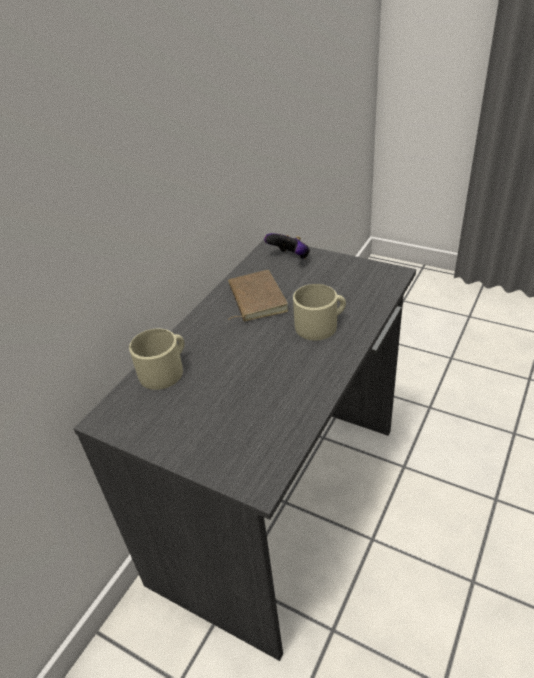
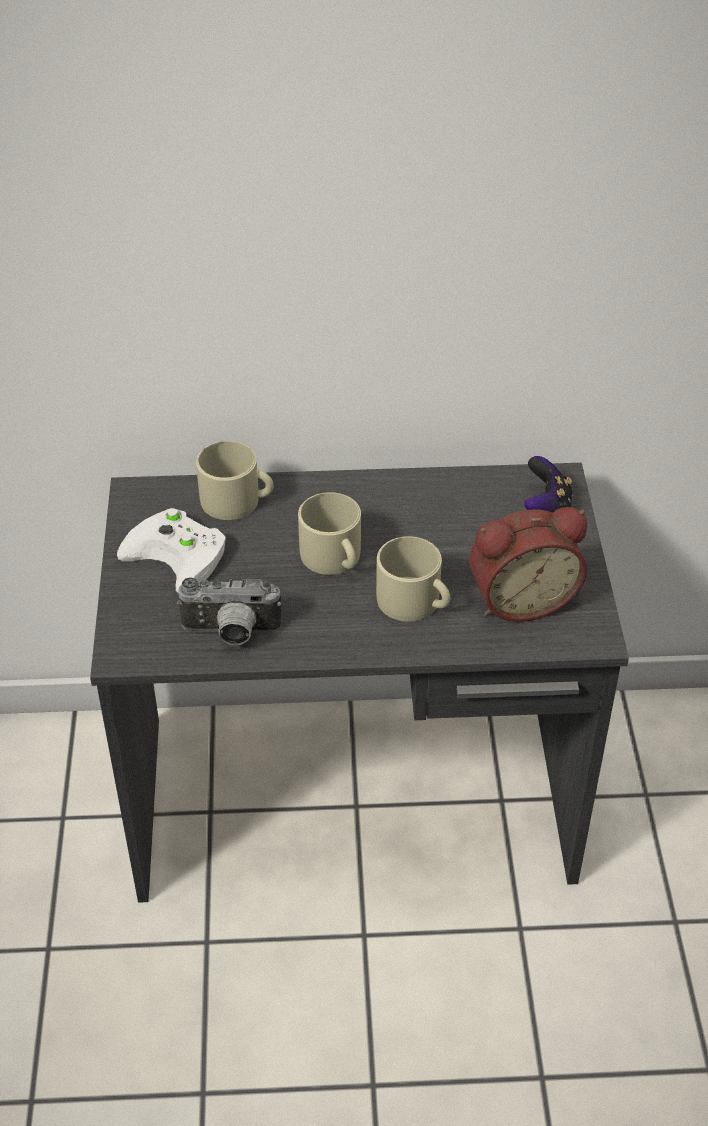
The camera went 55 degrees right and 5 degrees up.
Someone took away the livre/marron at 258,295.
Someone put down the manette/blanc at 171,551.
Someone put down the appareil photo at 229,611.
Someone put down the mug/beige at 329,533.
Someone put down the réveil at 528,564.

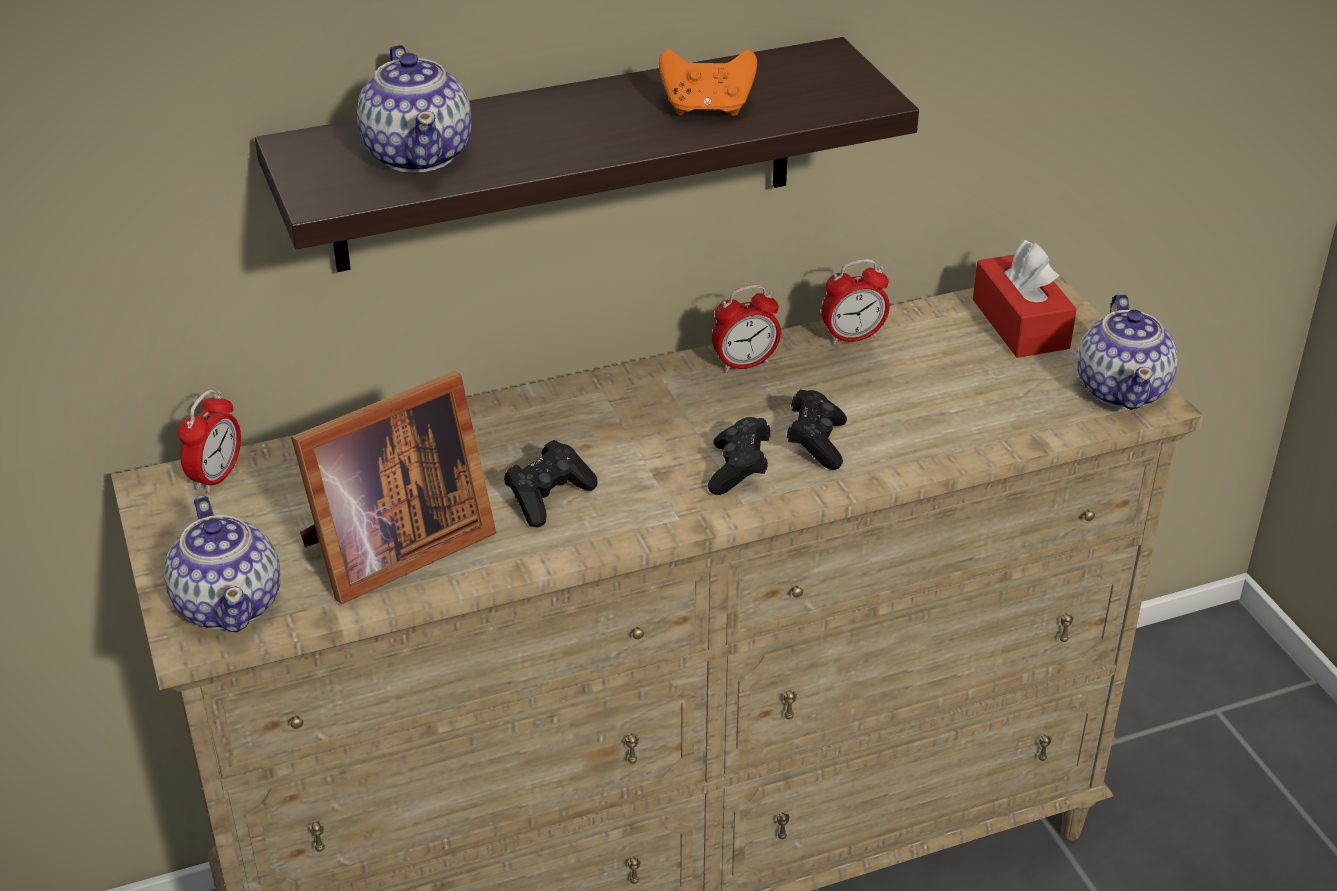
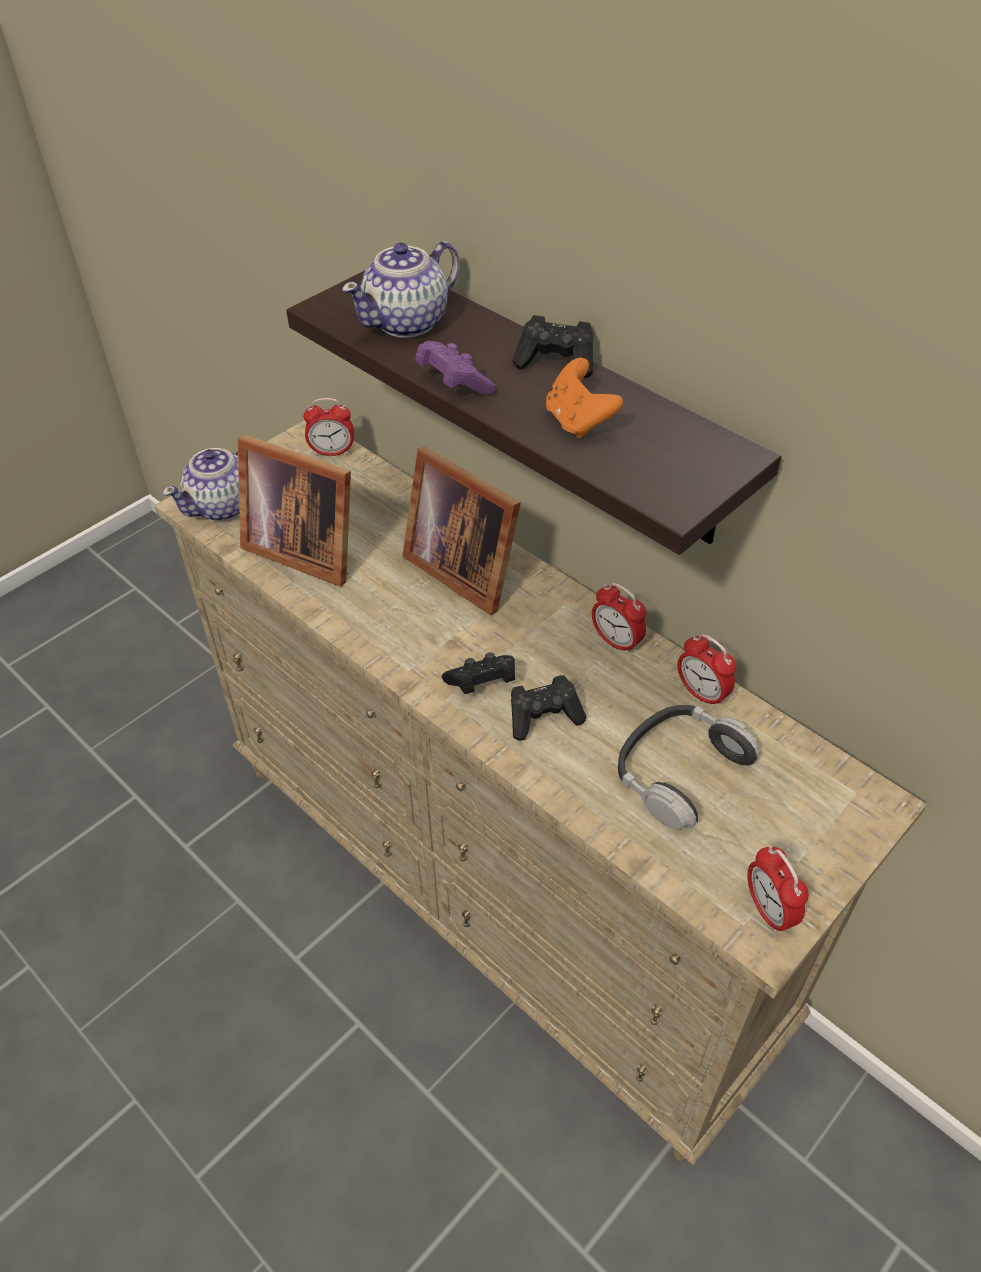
The camera went 65 degrees right and 10 degrees up.
Someone took away the boîte à mouchoirs/rouge at 1025,299.
Someone put down the cadre photo at 461,530.
Someone put down the manette/violet at 455,368.
Someone put down the casque audio at 688,767.
Someone carried the manette/noir from 551,483 to 552,346.
Someone swapped the théière at 1127,352 for the réveil at 778,889.

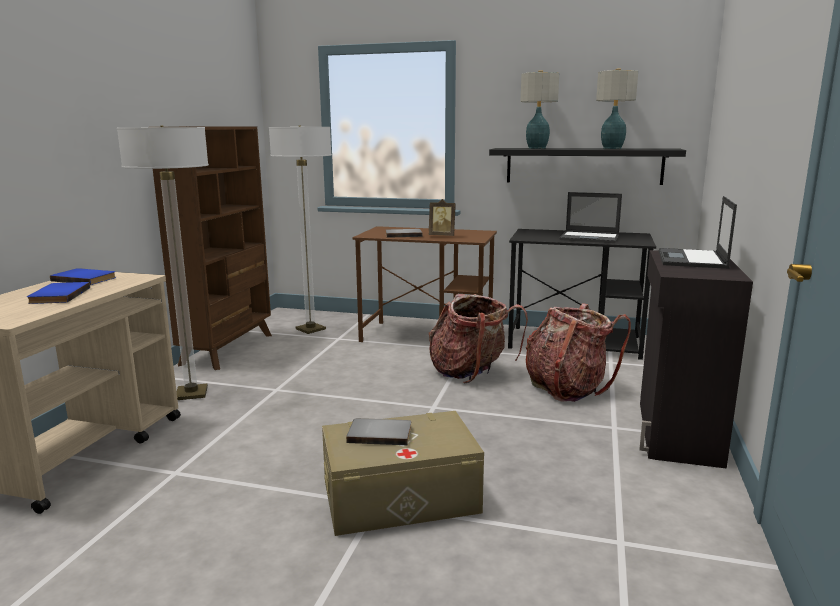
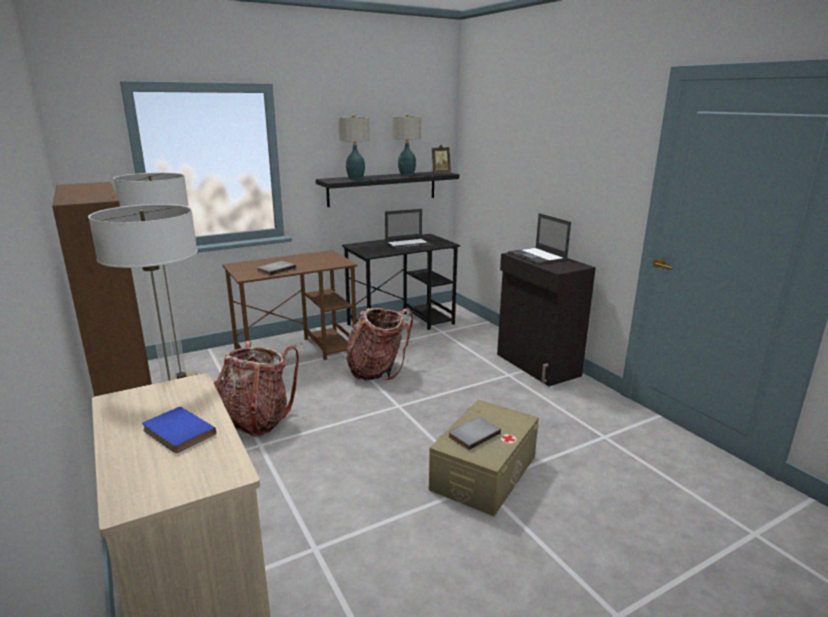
The camera went 45 degrees left and 5 degrees up.
Someone took away the livre/bleu at 83,276.
Someone carried the cadre photo from 442,217 to 441,159.
Someone carried the sac à dos from 578,352 to 256,389.

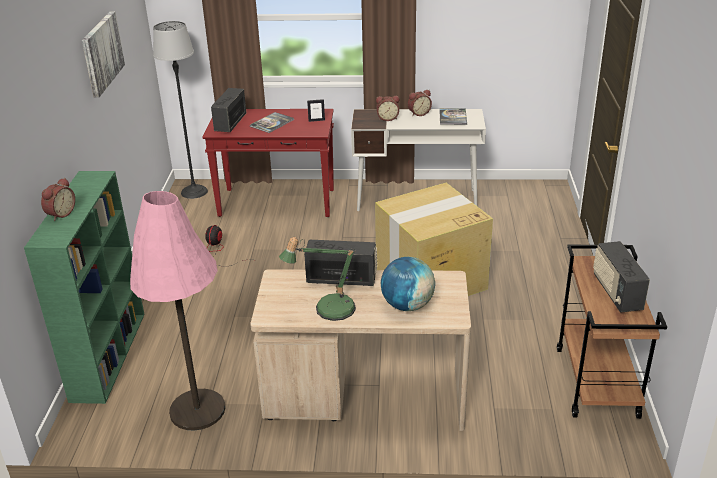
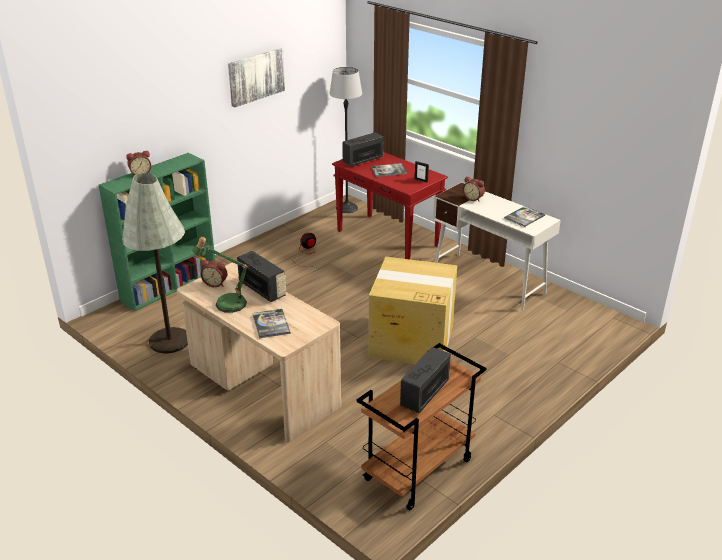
The camera went 40 degrees right and 0 degrees up.
Someone carried the réveil from 420,103 to 214,273.
Someone swapped the globe at 408,284 for the livre at 271,323.
Someone repainted the lampadaire/rose at 177,311, which became the lampadaire/gris at 155,263.

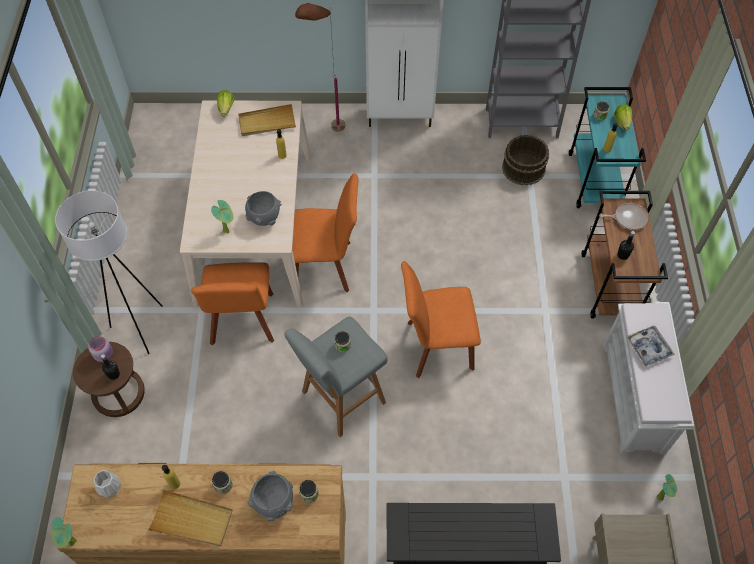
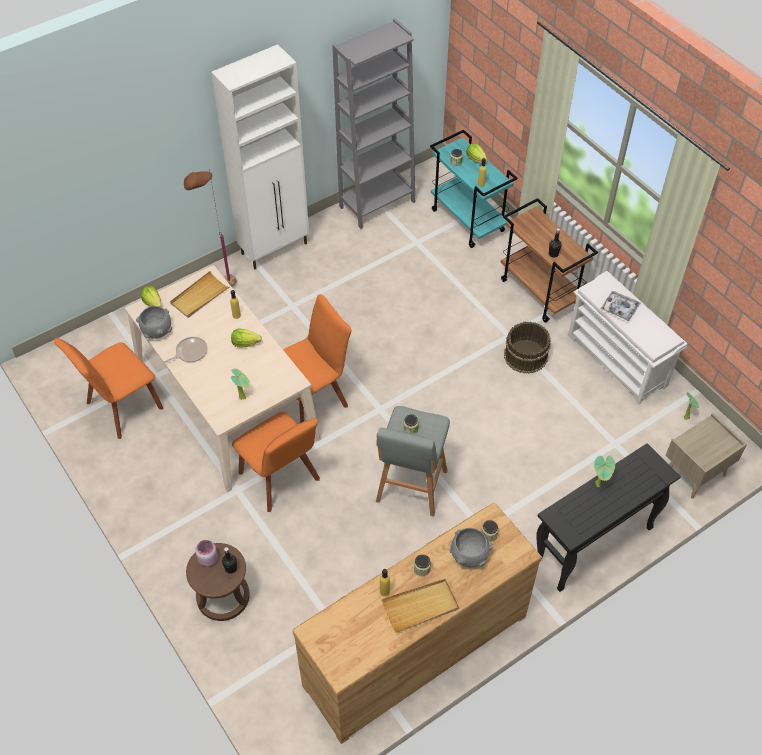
The camera went 35 degrees left and 5 degrees down.
Someone took away the lampadaire/blanc at 109,272.
Someone took away the vase/blanc at 107,484.
Someone put down the laitue at 246,338.
Someone carried the plante en pot from 64,532 to 604,471.
Someone carried the bol/gris from 263,208 to 154,322.
Someone carried the chaise/orange from 441,319 to 108,388.
Someone carried the seau/marron from 525,160 to 527,347.
Someone carried the poêle from 623,216 to 185,350.

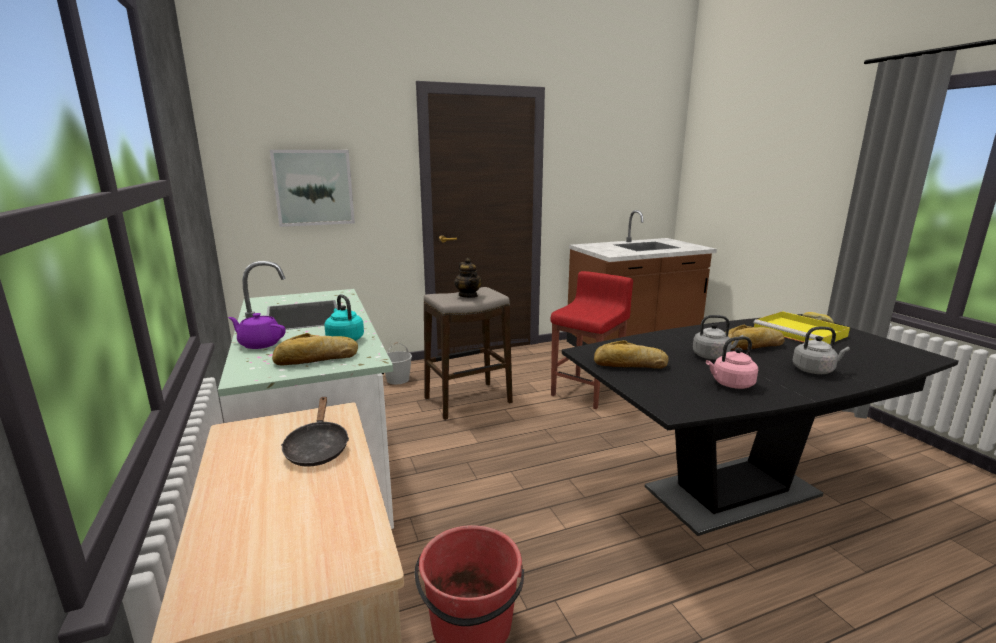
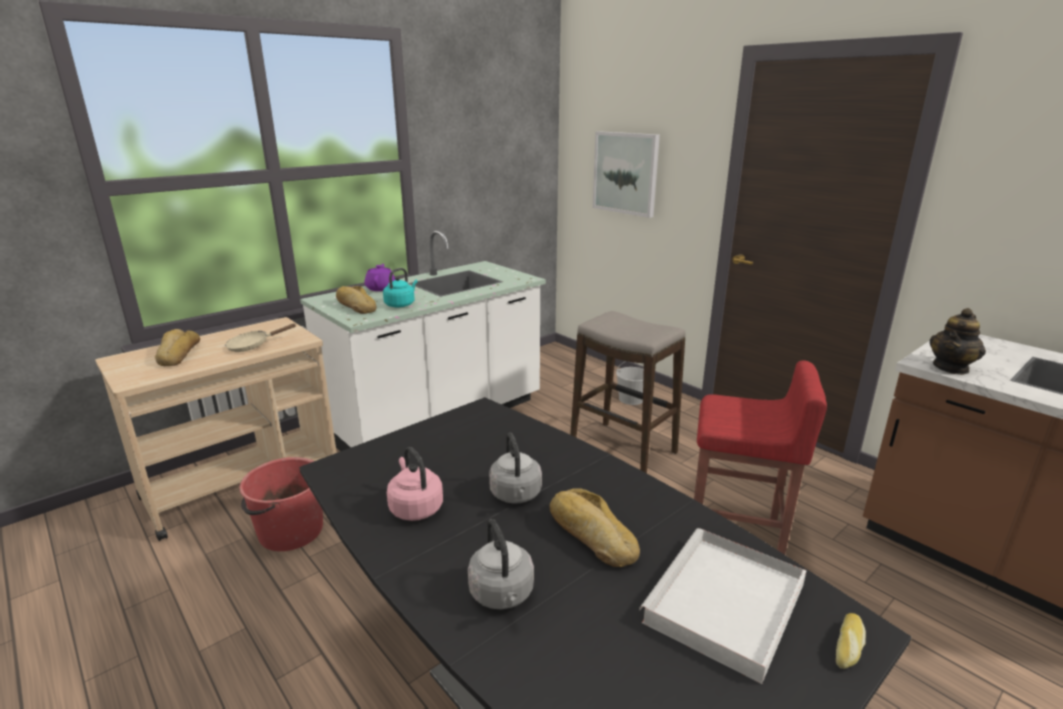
The camera went 70 degrees right and 5 degrees up.
Someone carried the théière from 468,278 to 958,341.
Someone carried the pain from 631,354 to 177,347.
Someone repainted the poêle/noir at 315,431, which became the poêle/beige at 260,337.
Someone repainted the plateau/jaune at 802,327, which became the plateau/blanc at 722,606.

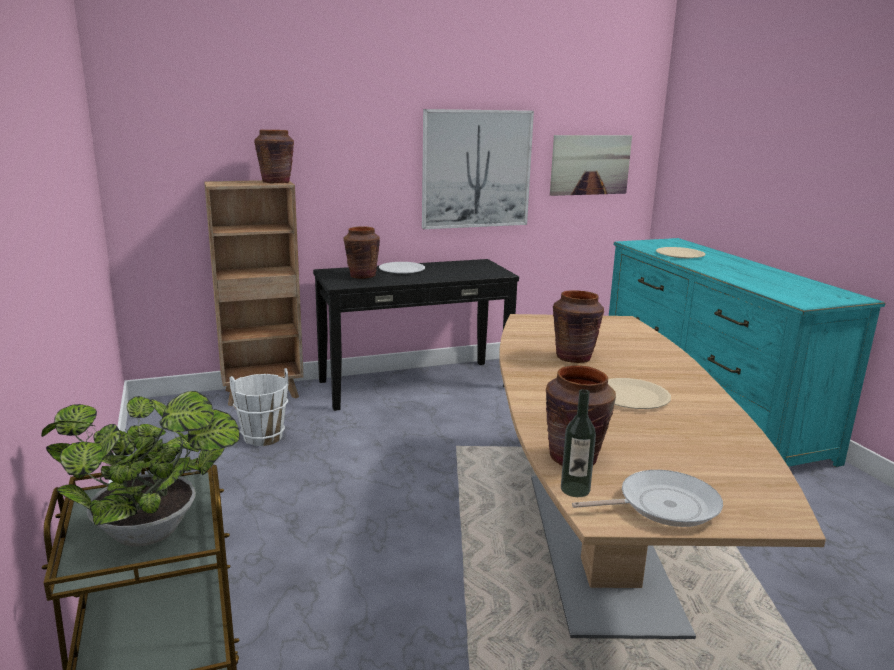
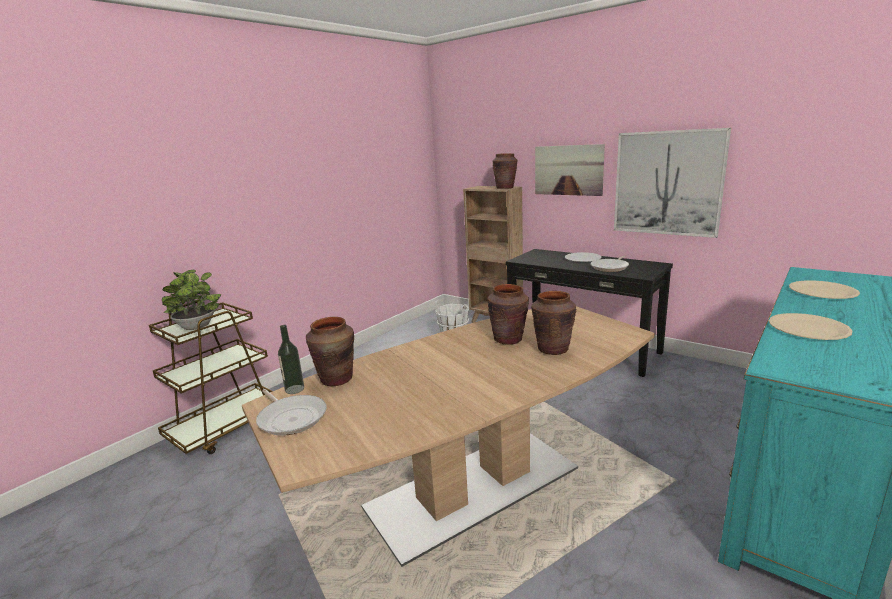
The camera went 60 degrees right and 0 degrees up.
Someone put down the poêle at 610,264.
Someone carried the vase/marron from 362,252 to 553,323.
Someone carried the tableau from 591,165 to 570,170.
Someone carried the assiette/beige from 639,393 to 811,326.

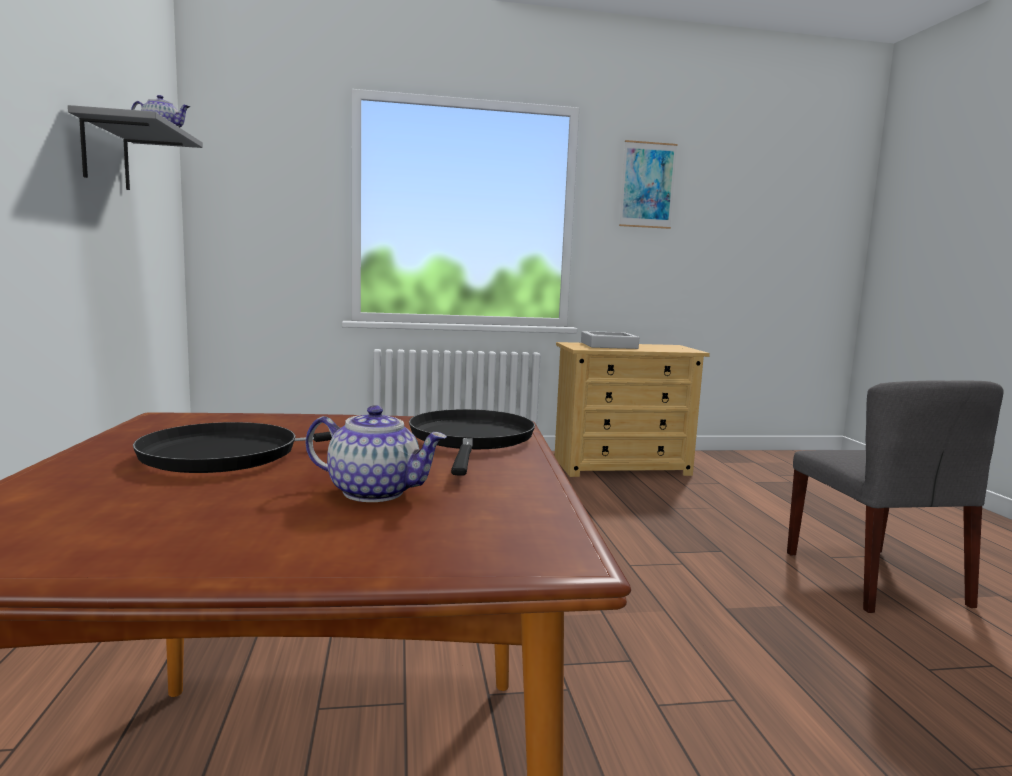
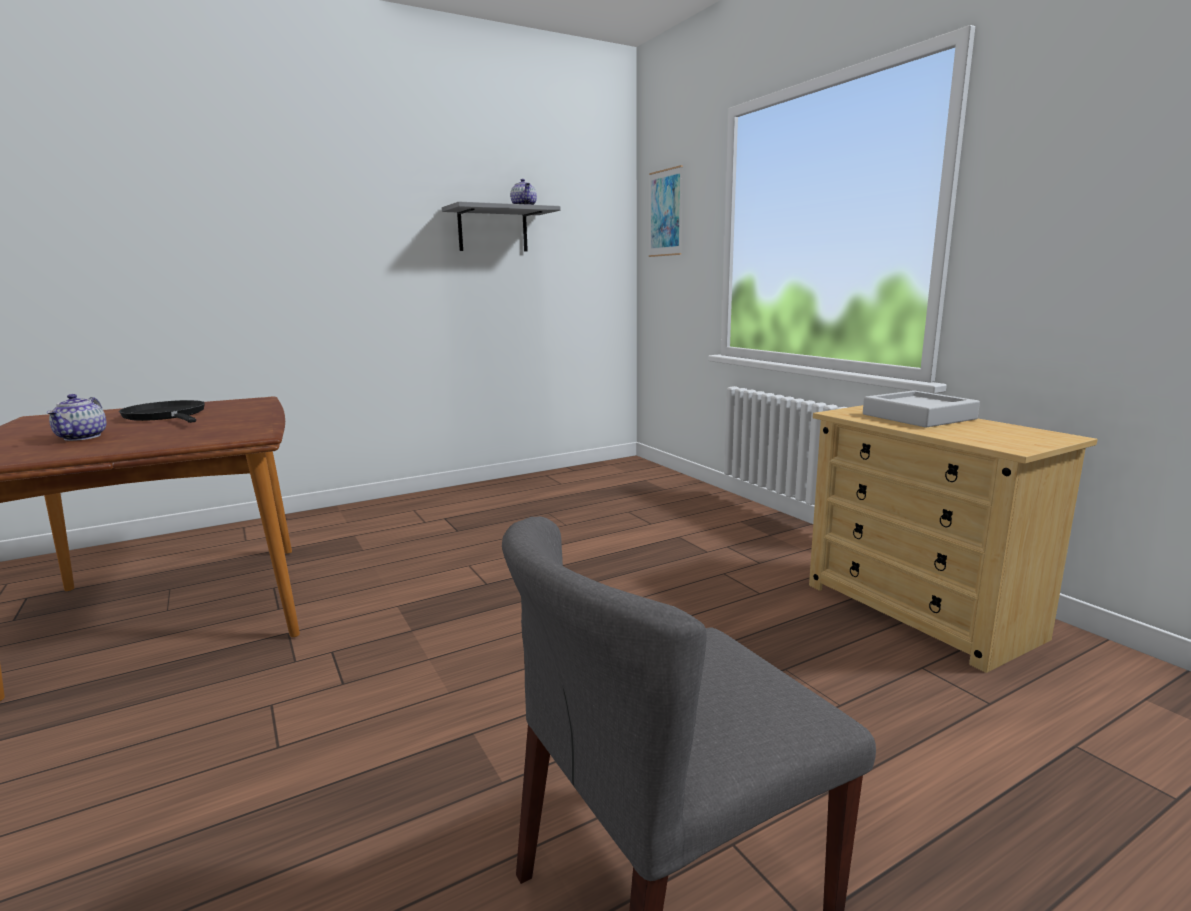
The camera went 70 degrees right and 5 degrees up.
Someone took away the poêle/noir at 472,442.
Someone carried the tableau from 648,184 to 666,211.

